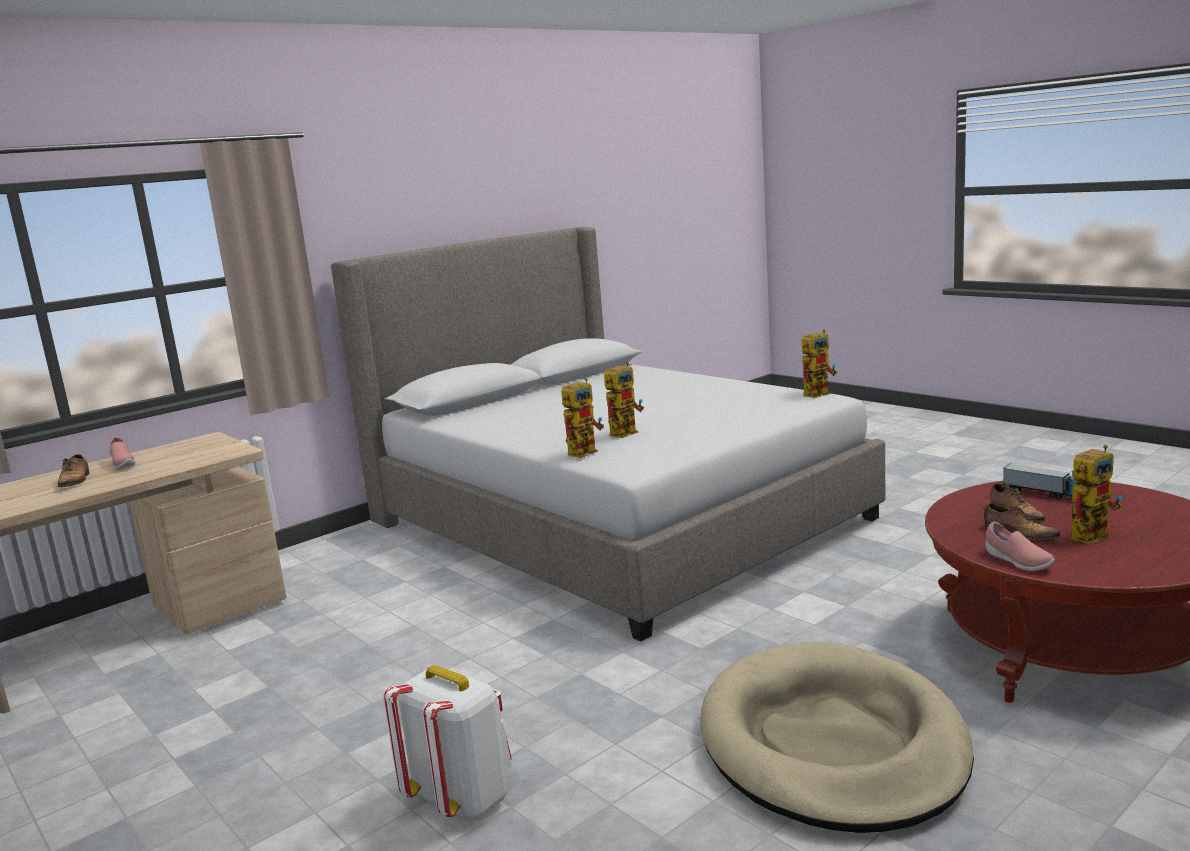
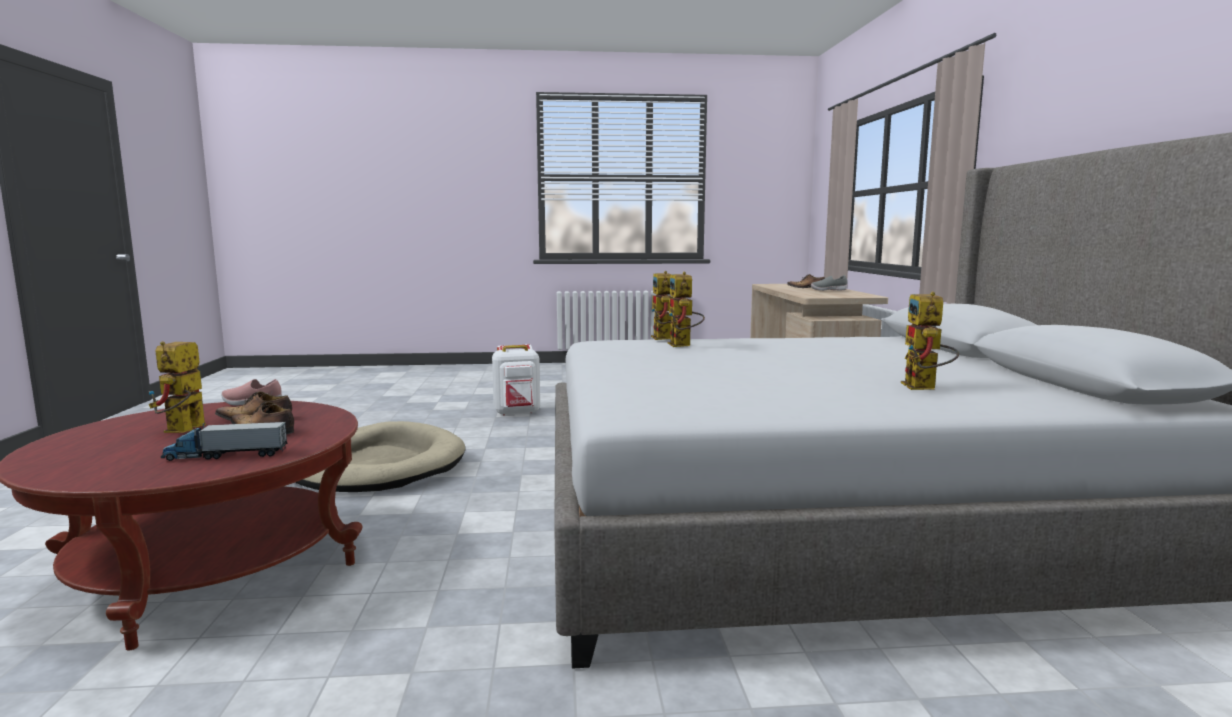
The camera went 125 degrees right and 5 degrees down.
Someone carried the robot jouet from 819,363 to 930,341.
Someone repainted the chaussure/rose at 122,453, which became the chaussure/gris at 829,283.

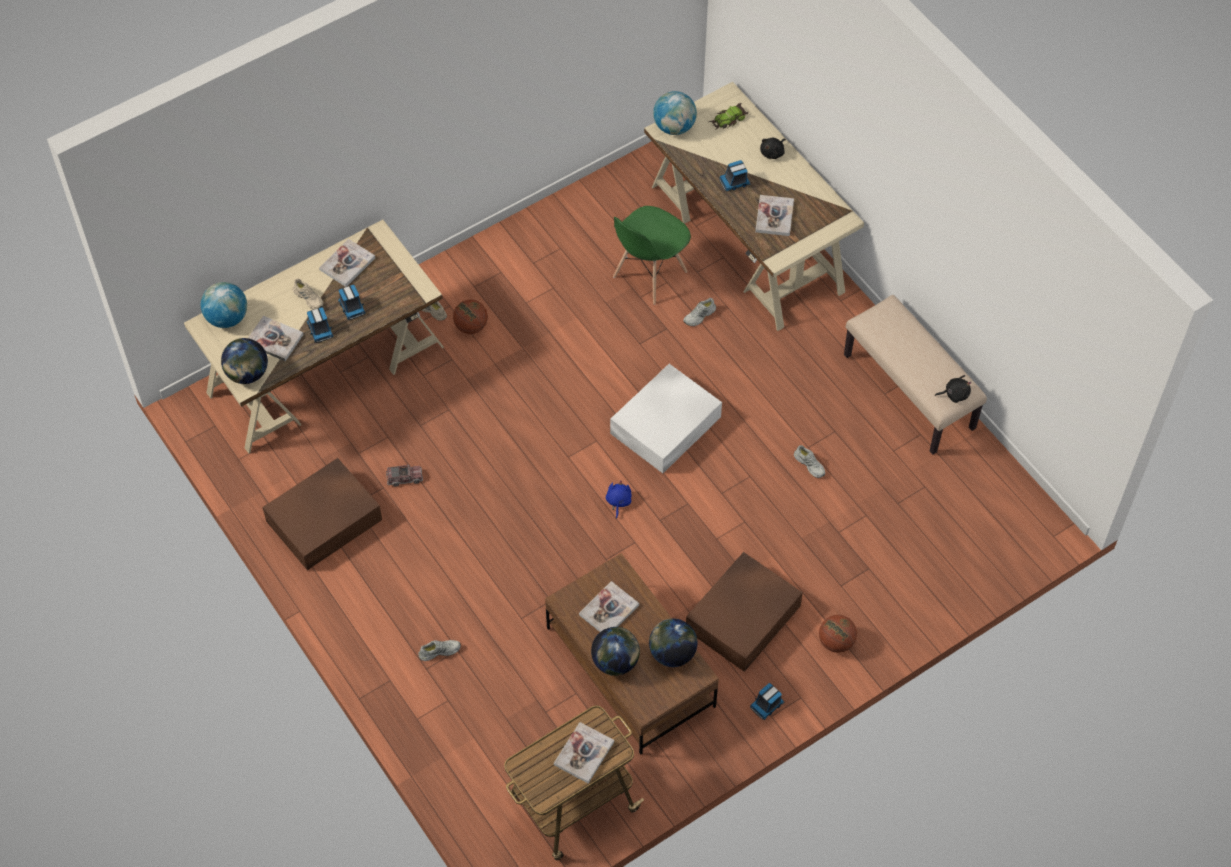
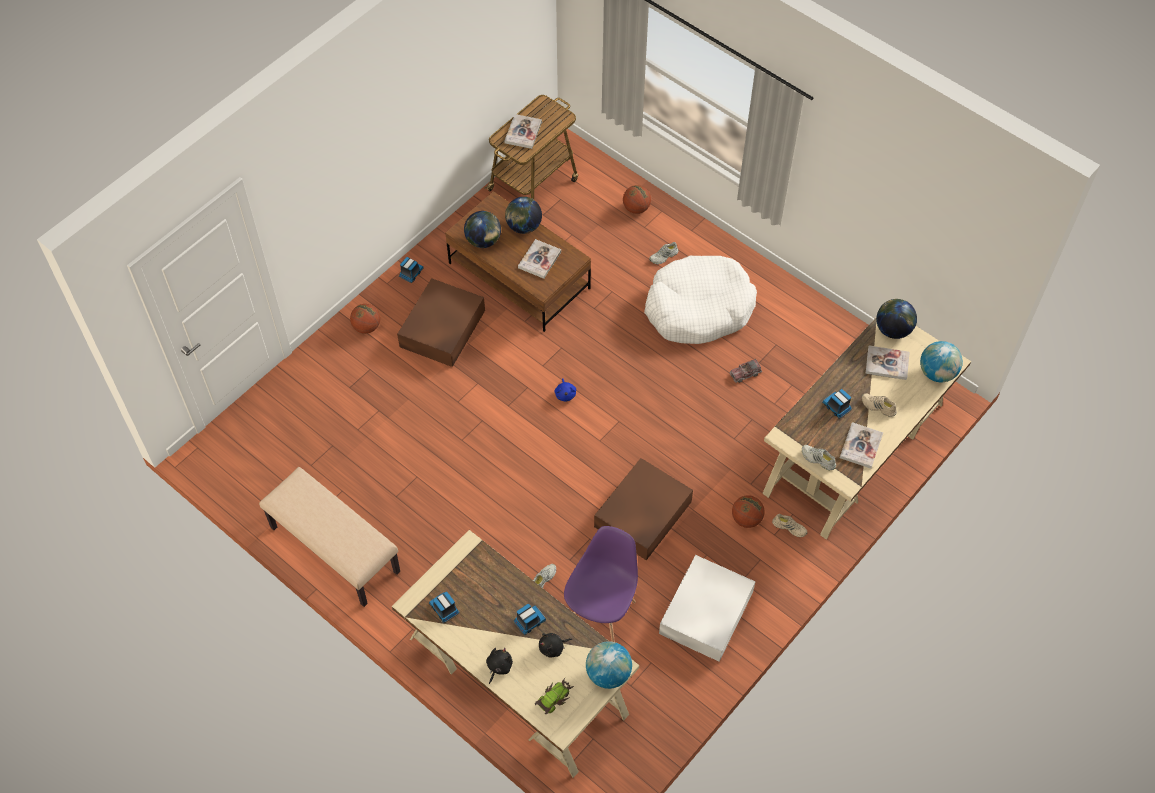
The camera went 165 degrees right and 0 degrees up.
Someone took away the livre at 774,215.
Someone put down the ballon de basket at 637,199.
Someone put down the panier pour chien/blanc at 700,300.
Someone carried the boîte de rangement/marron from 322,514 to 643,509.
Someone carried the camion jouet from 320,325 to 444,607.
Someone carried the boîte de rangement/blanc from 666,418 to 707,608.
Someone carried the chaussure/blanc from 809,461 to 819,457.
Someone carried the peluche/noir from 953,389 to 555,645.
Someone repainted the chaise/vert at 652,255, which became the chaise/violet at 601,584.

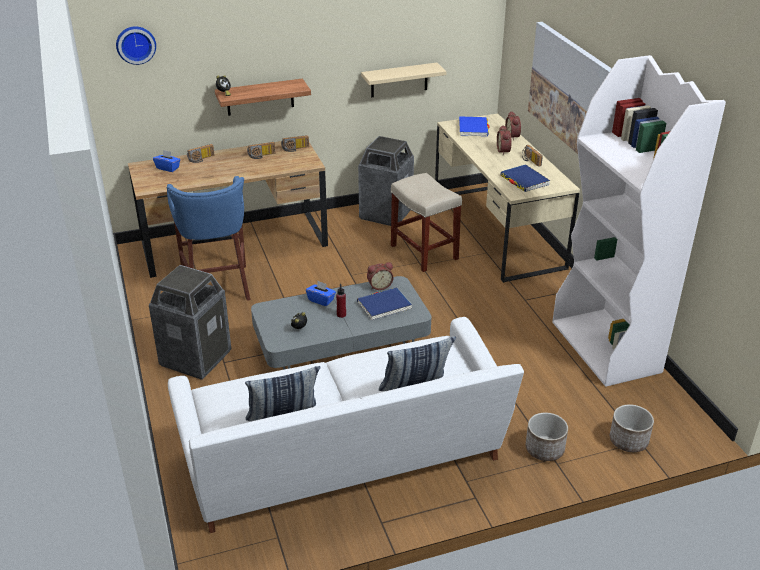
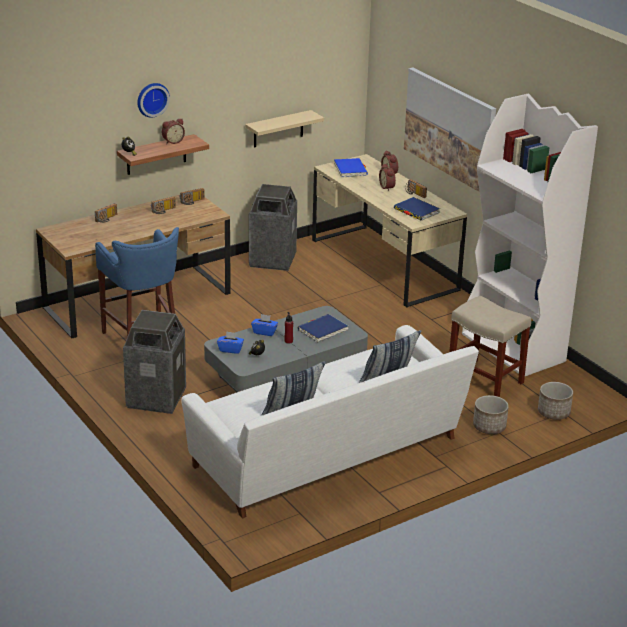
The camera went 15 degrees left and 5 degrees down.
Someone carried the horloge murale from 136,45 to 153,100.
Someone carried the boîte à mouchoirs/bleu from 166,161 to 230,342.
Someone carried the réveil from 380,276 to 173,131.
Someone carried the tabouret/beige from 426,222 to 490,346.

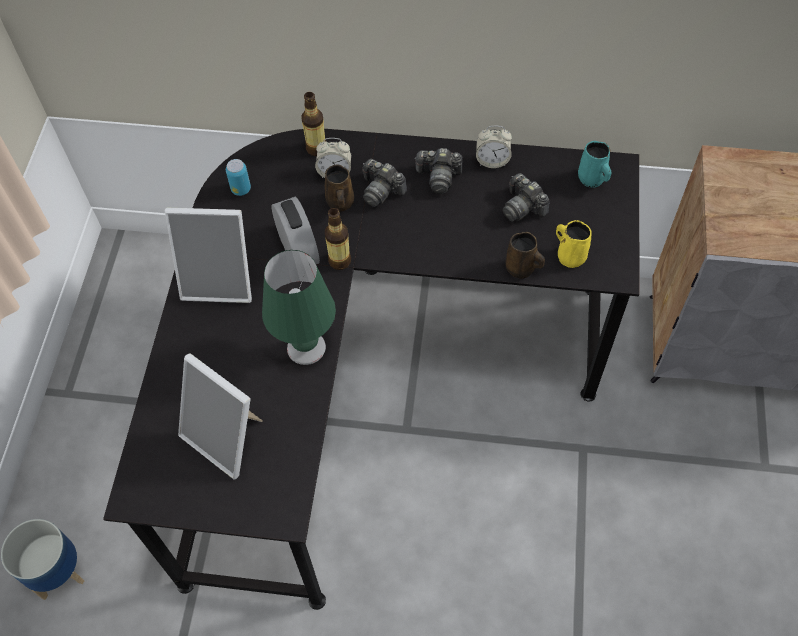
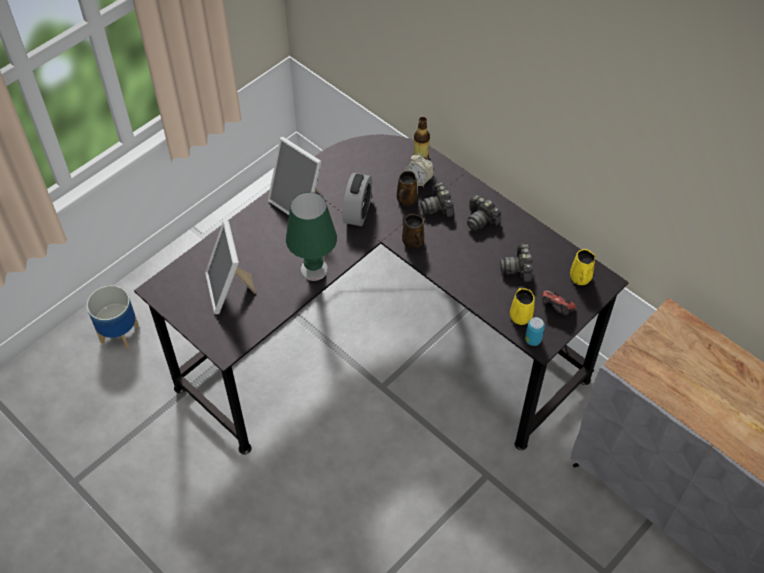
The camera went 35 degrees right and 5 degrees down.
Someone took away the bouteille at 338,239.
Someone took away the réveil at 494,147.
Someone put down the manette at 559,302.
Someone carried the boîte métallique from 238,177 to 535,331.
Someone carried the mug/marron from 525,255 to 413,232.
Someone repainted the mug/turquoise at 594,164, which became the mug/jaune at 583,267.

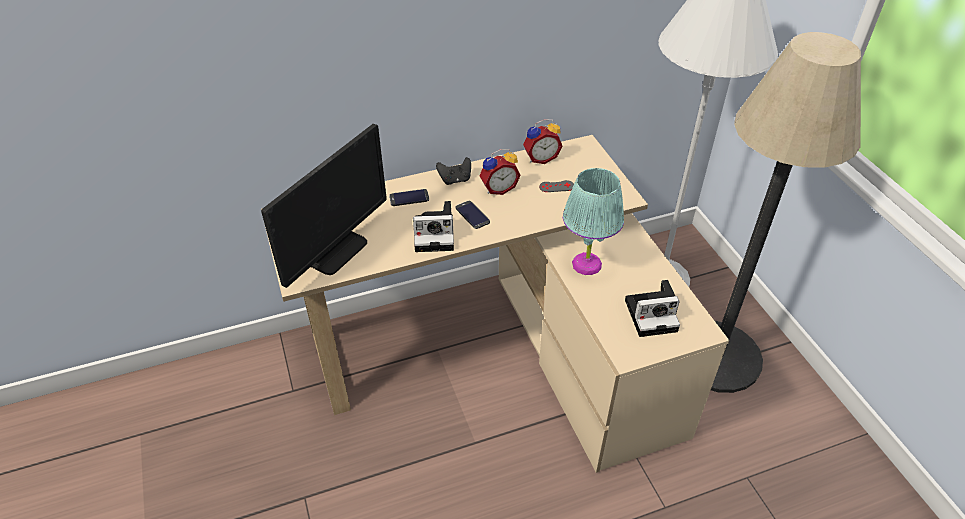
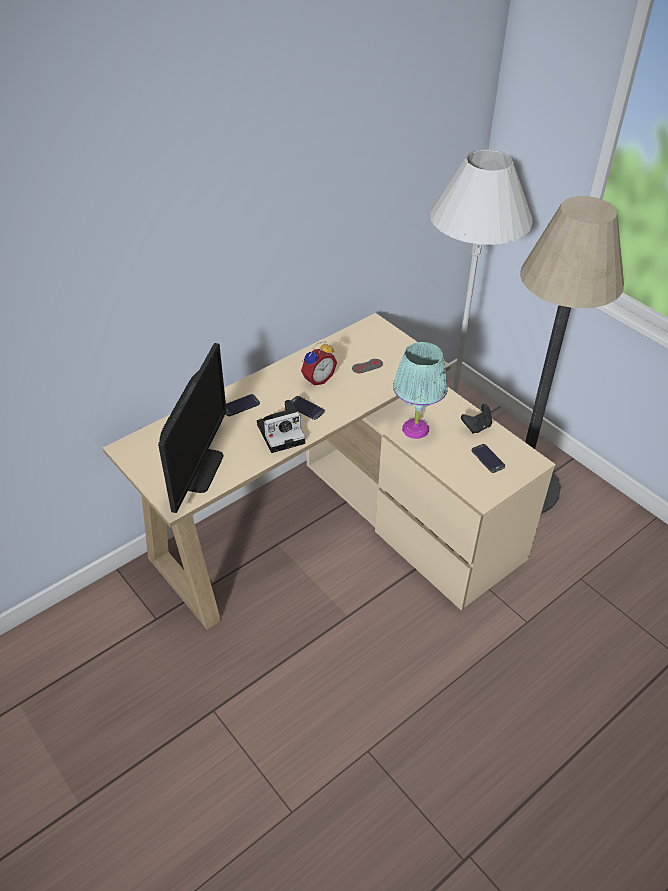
The camera went 20 degrees left and 0 degrees up.
Someone took away the réveil at 542,141.
Someone carried the manette/noir from 453,171 to 476,419.
Someone swapped the appareil photo at 652,308 for the téléphone at 488,458.

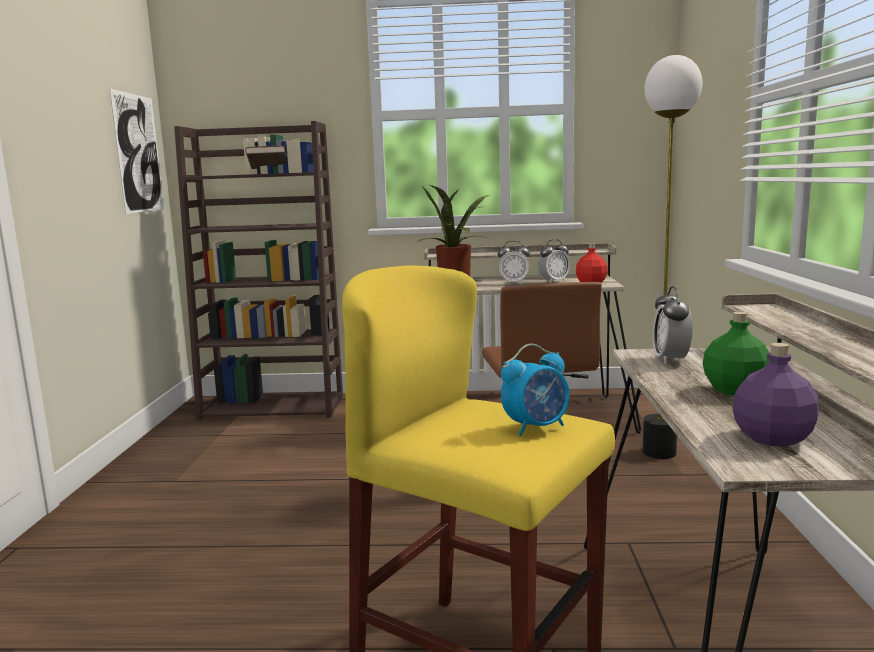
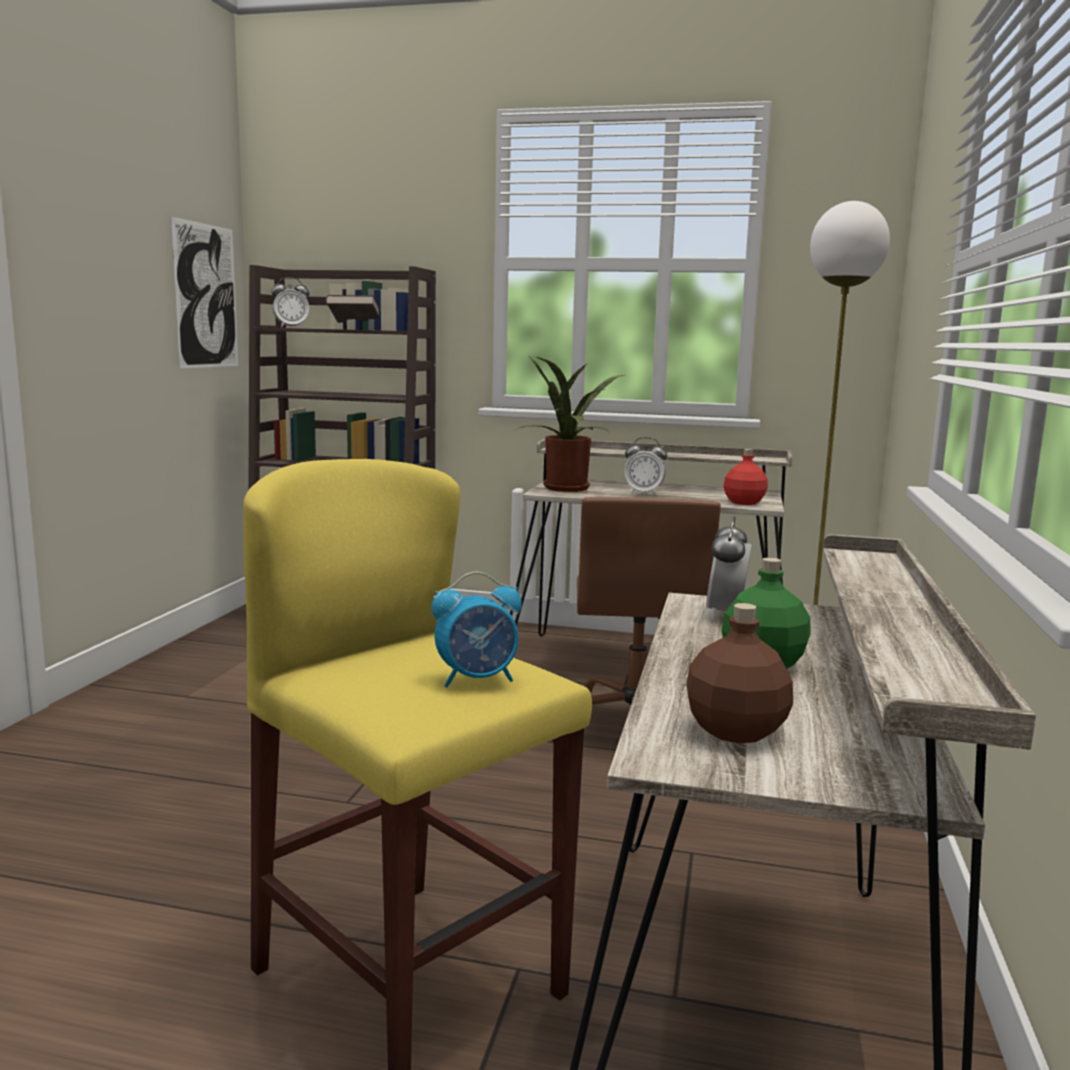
The camera went 10 degrees right and 0 degrees up.
Someone carried the réveil from 554,261 to 290,302.
Someone repainted the bouteille/violet at 775,395, which became the bouteille/marron at 739,673.

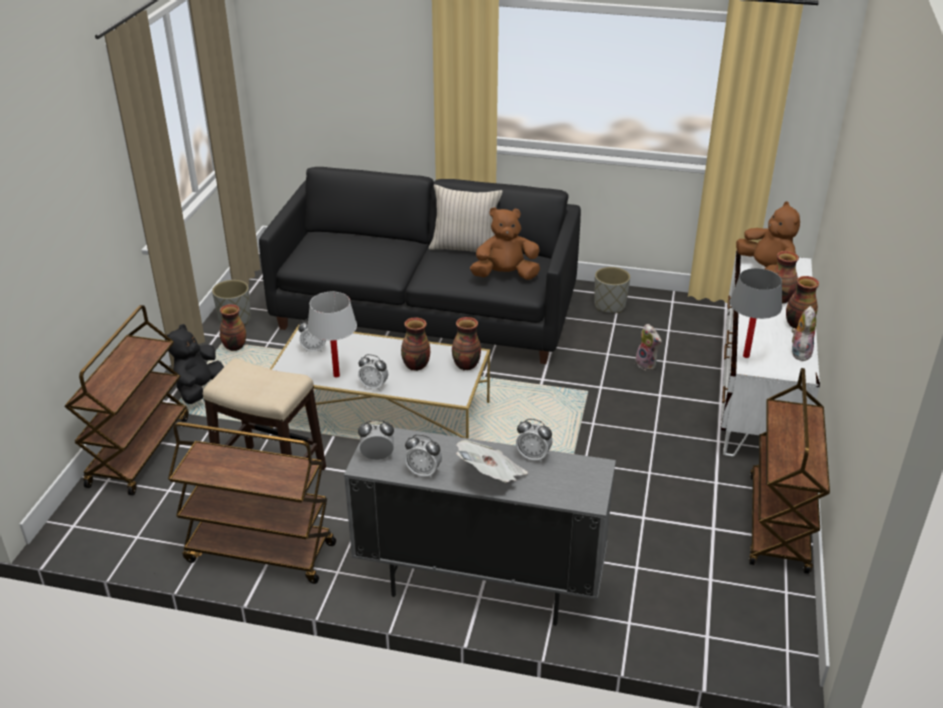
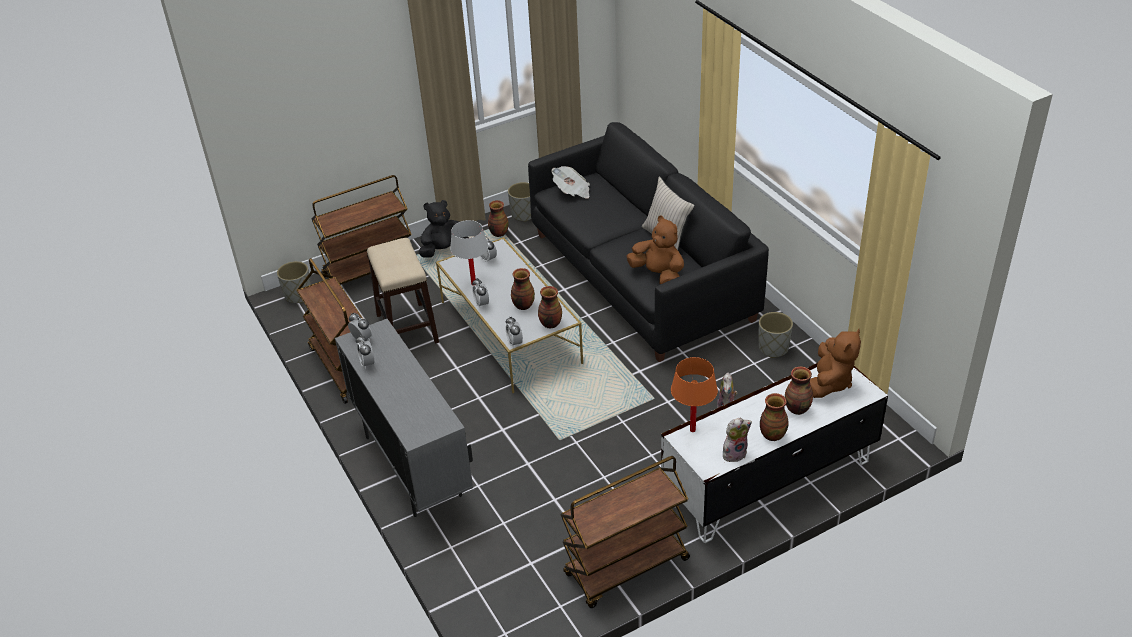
The camera went 50 degrees right and 5 degrees up.
Someone put down the cache-pot/gris at 294,282.
Someone carried the journal from 492,461 to 570,182.
Someone carried the réveil from 534,441 to 514,332.
Someone repainted the lampe de table/gris at 756,313, which became the lampe de table/orange at 694,394.

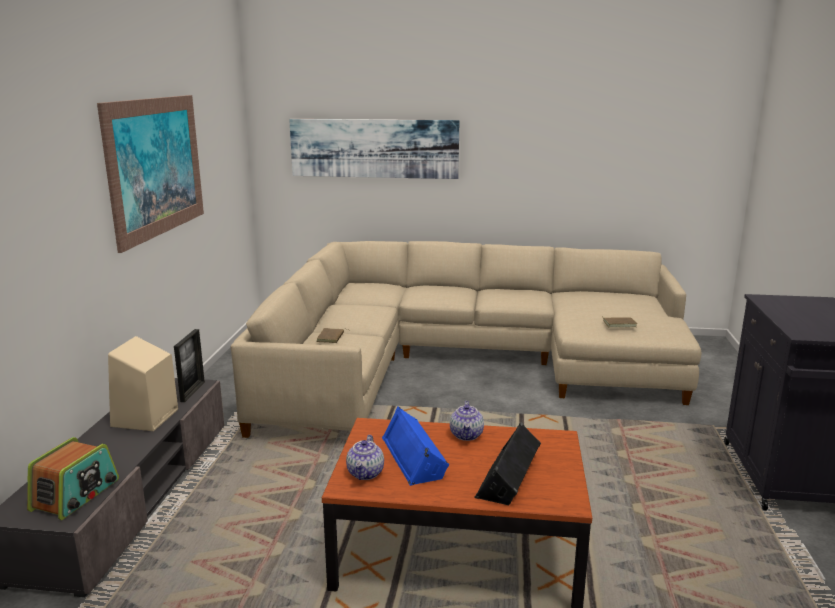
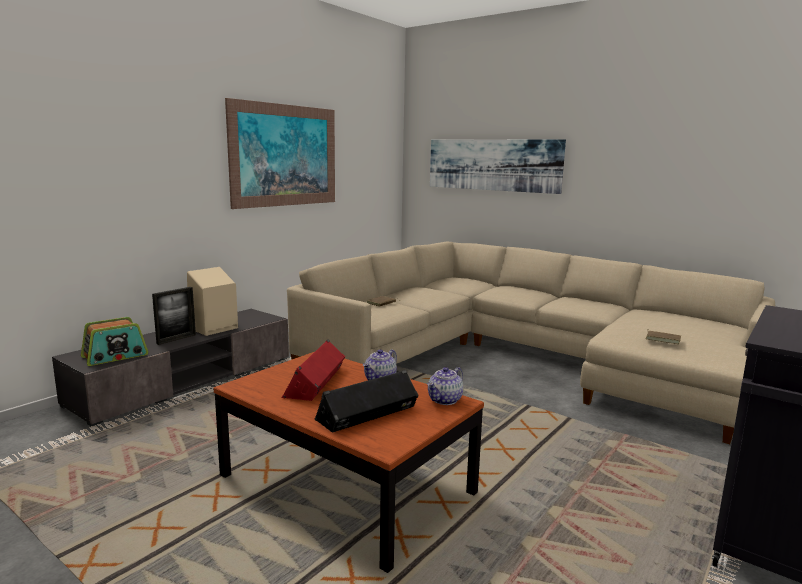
The camera went 30 degrees right and 5 degrees down.
Someone carried the cadre photo from 189,365 to 174,316.
Someone carried the théière from 365,457 to 445,386.
Someone repainted the enceinte/bleu at 415,446, which became the enceinte/rouge at 313,370.

